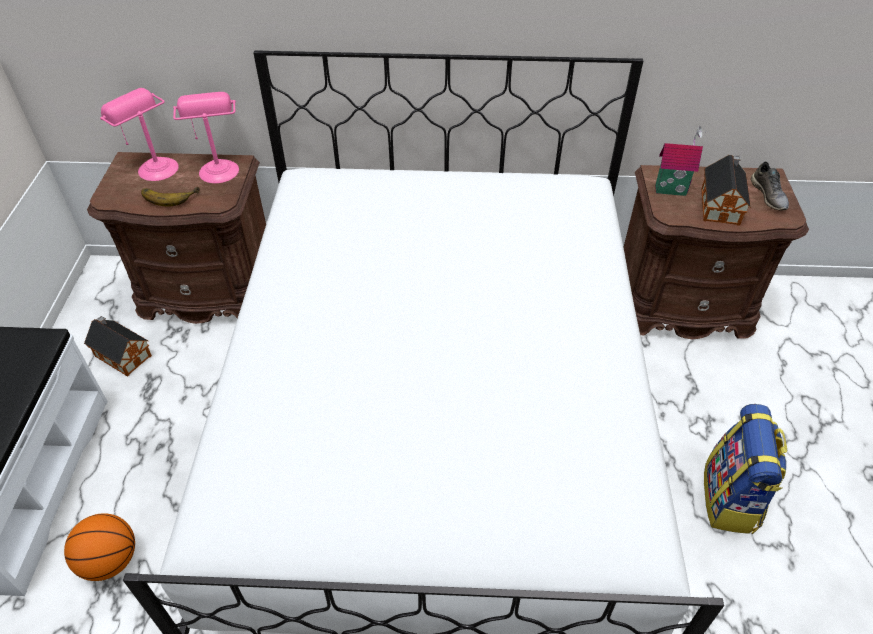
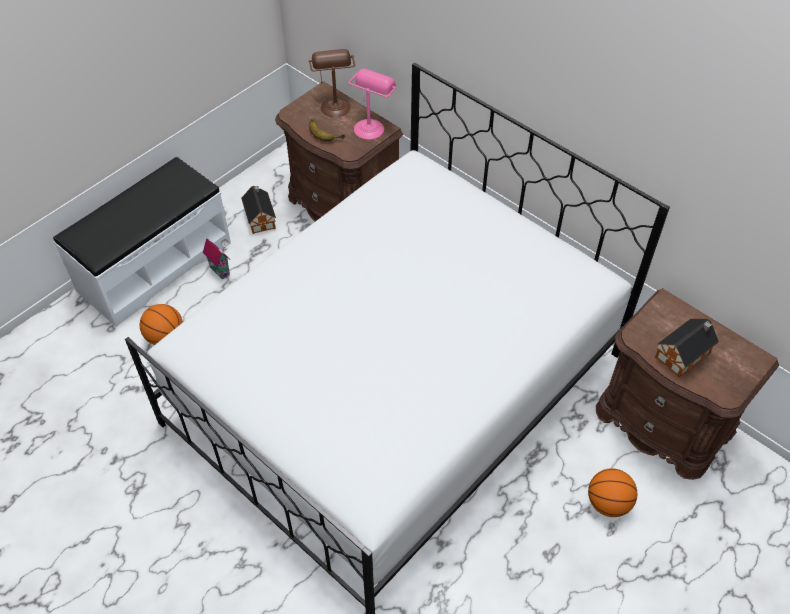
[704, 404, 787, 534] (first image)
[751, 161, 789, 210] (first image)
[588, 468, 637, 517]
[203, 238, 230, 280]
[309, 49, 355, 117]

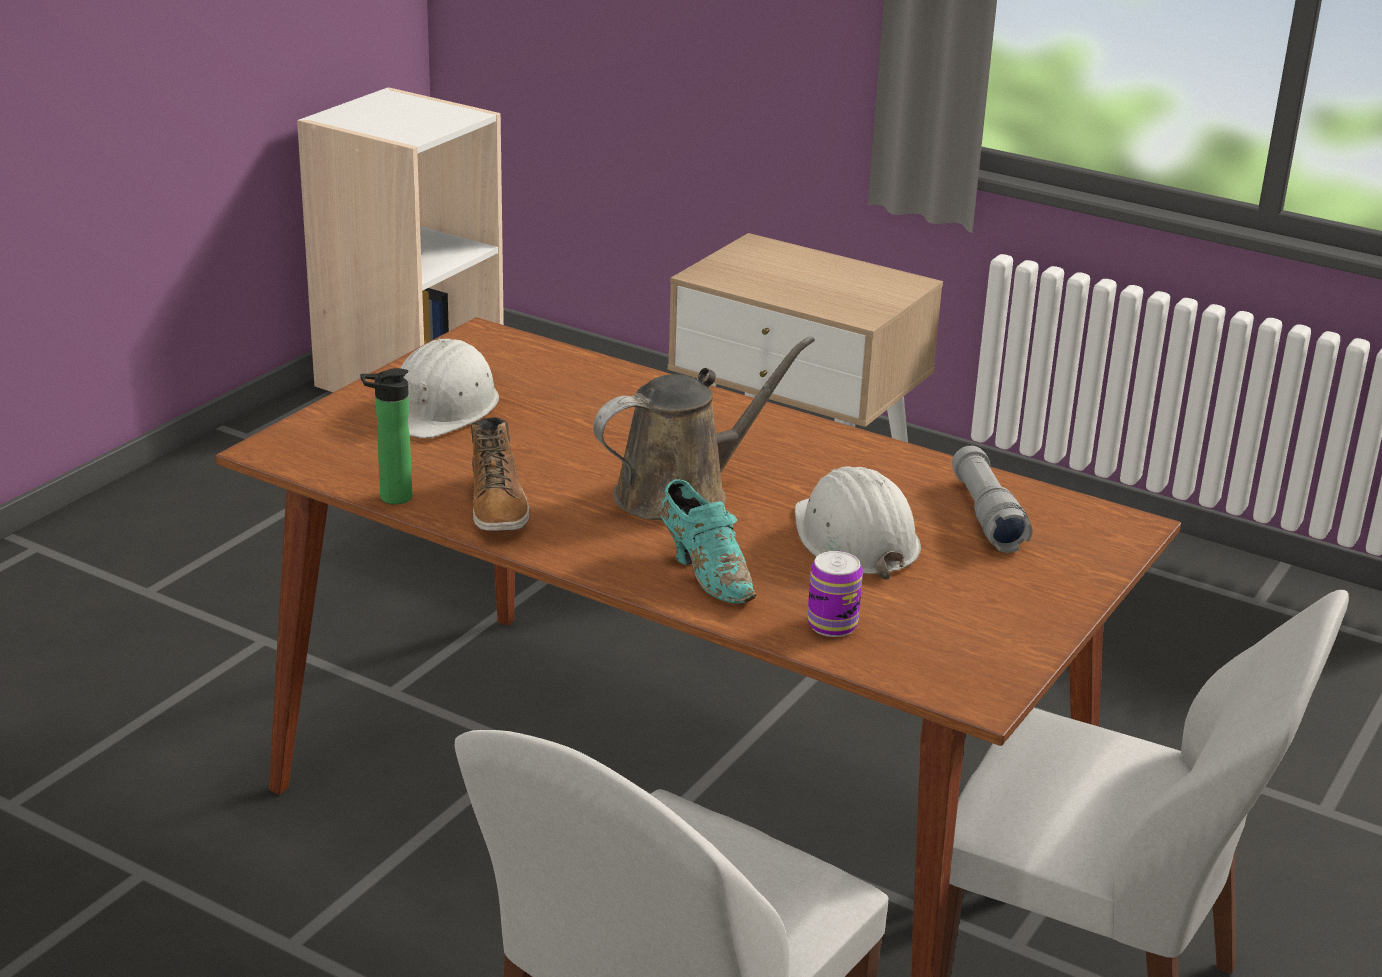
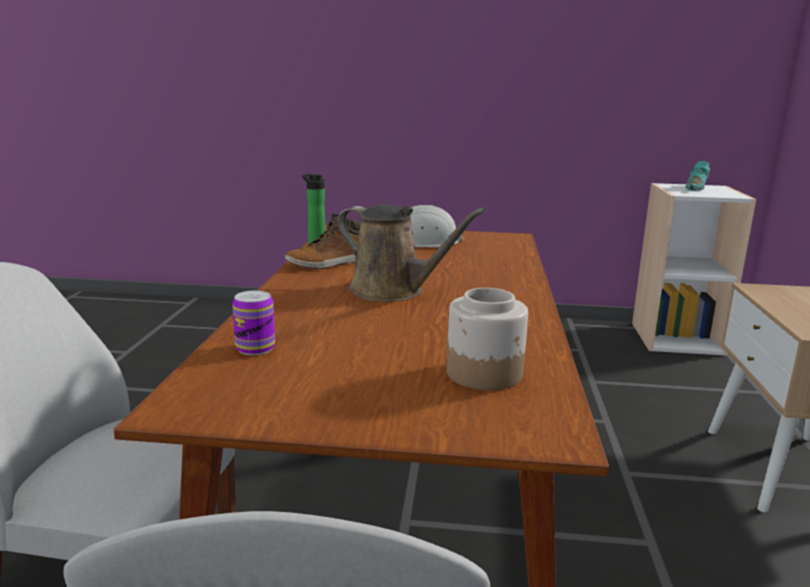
[795, 466, 921, 580] (first image)
[685, 161, 710, 191]
[447, 288, 528, 390]

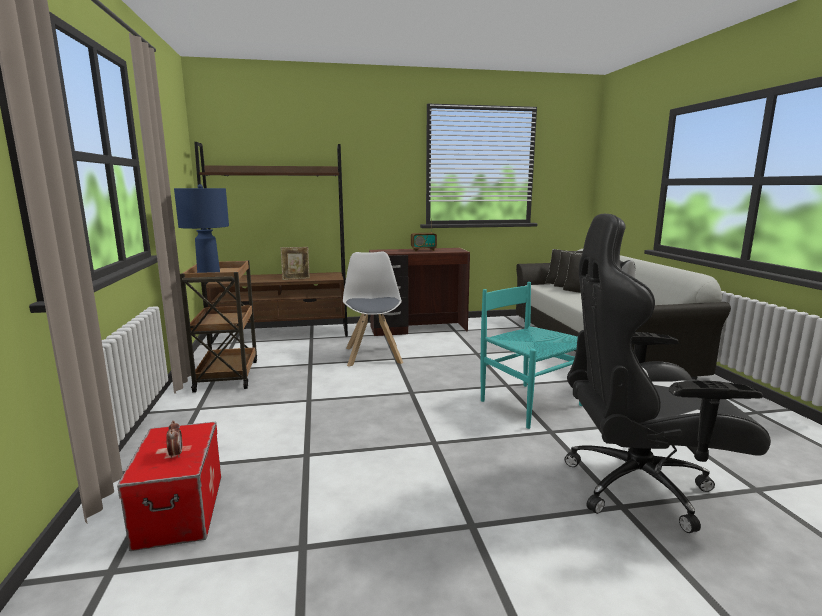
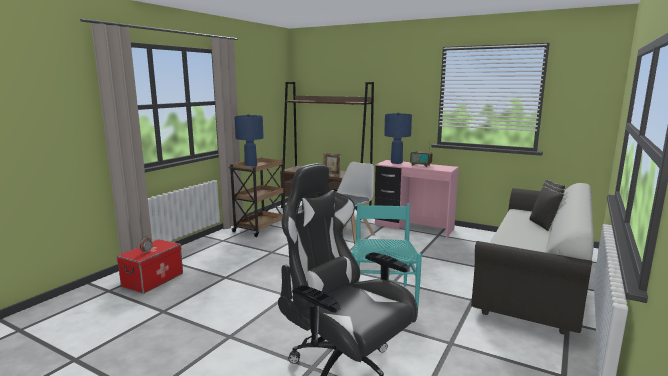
[384, 112, 412, 164]
[375, 160, 459, 238]

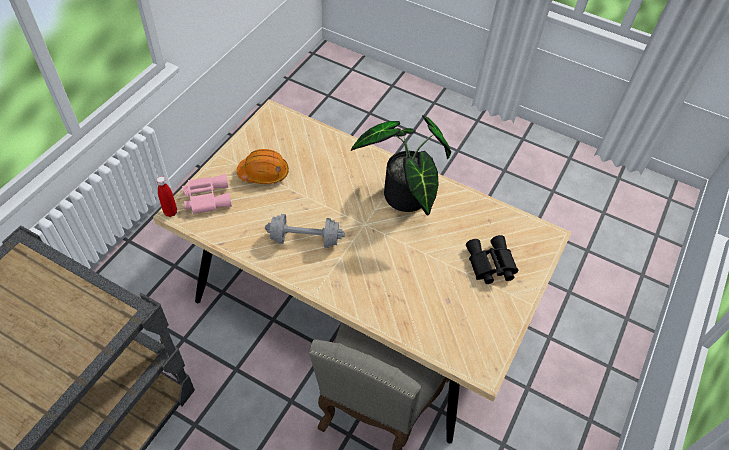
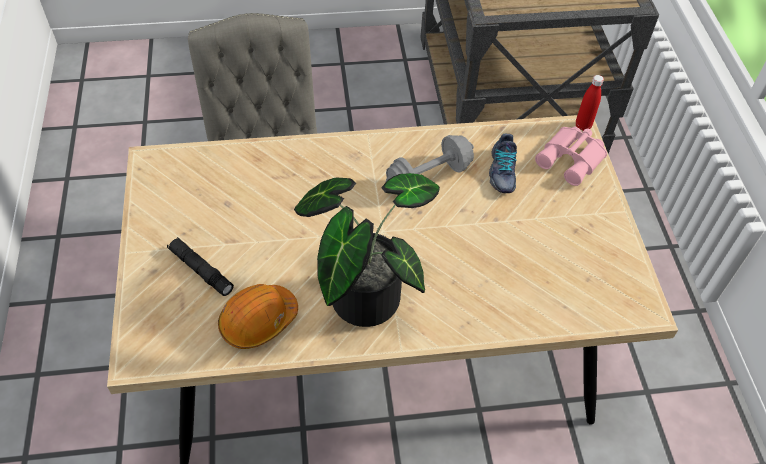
[489, 134, 517, 193]
[218, 284, 298, 349]
[167, 237, 234, 296]

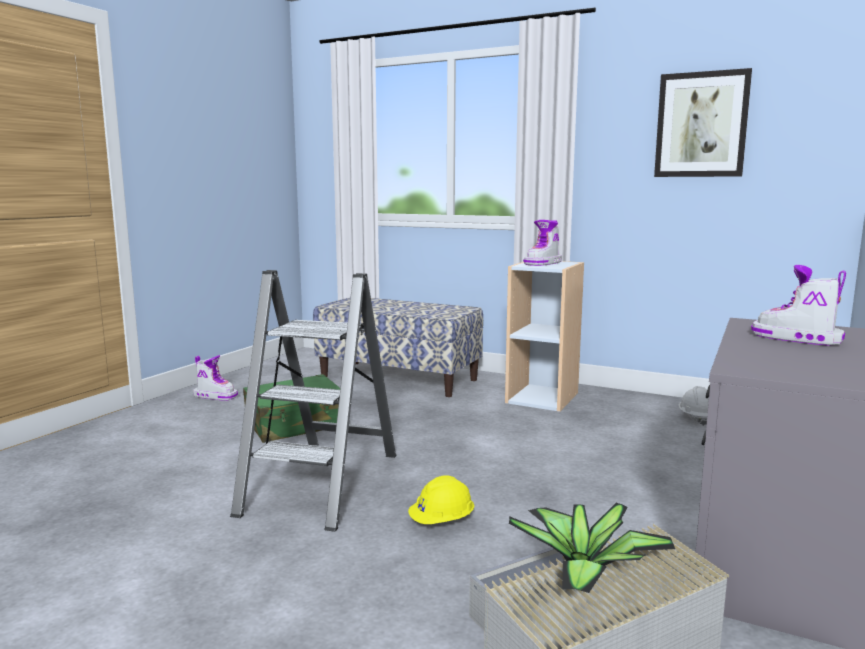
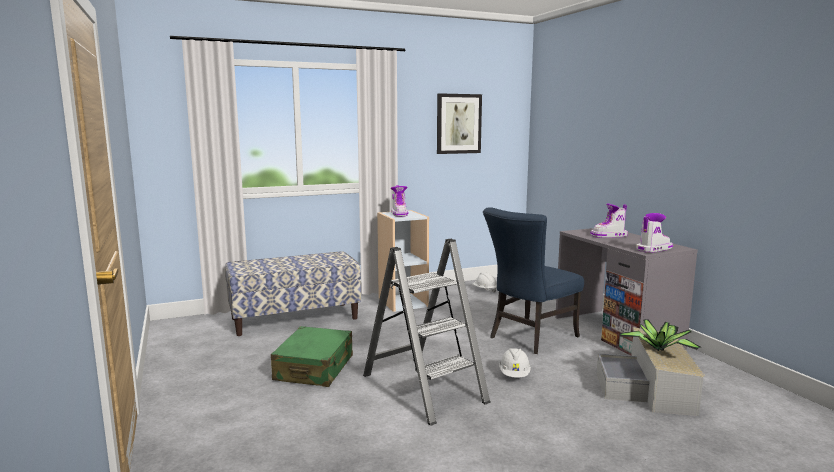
[483, 207, 584, 354]
[636, 213, 673, 253]
[499, 348, 531, 377]

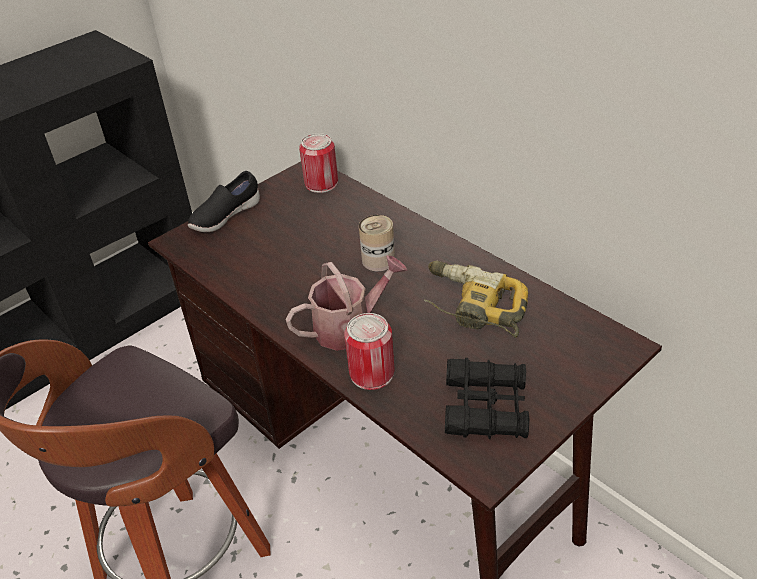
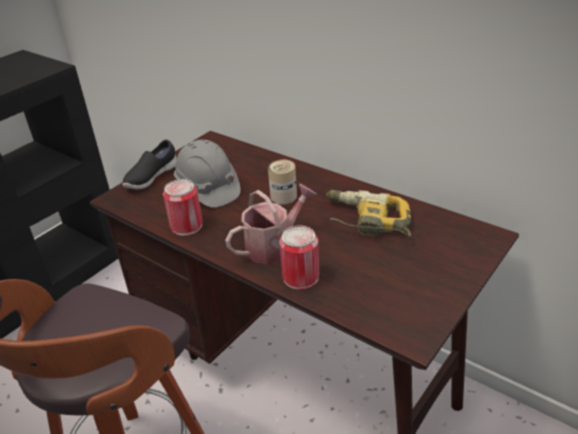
[445, 358, 529, 439] (first image)
[174, 140, 241, 207]
[163, 179, 203, 236]

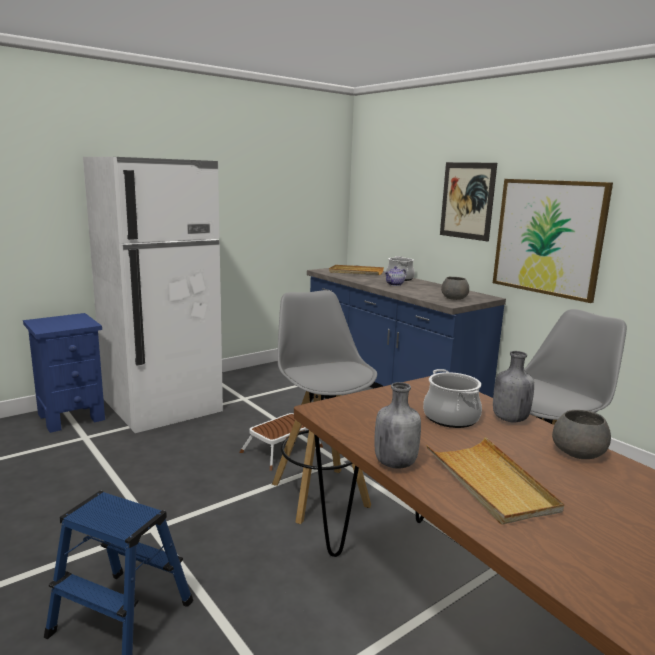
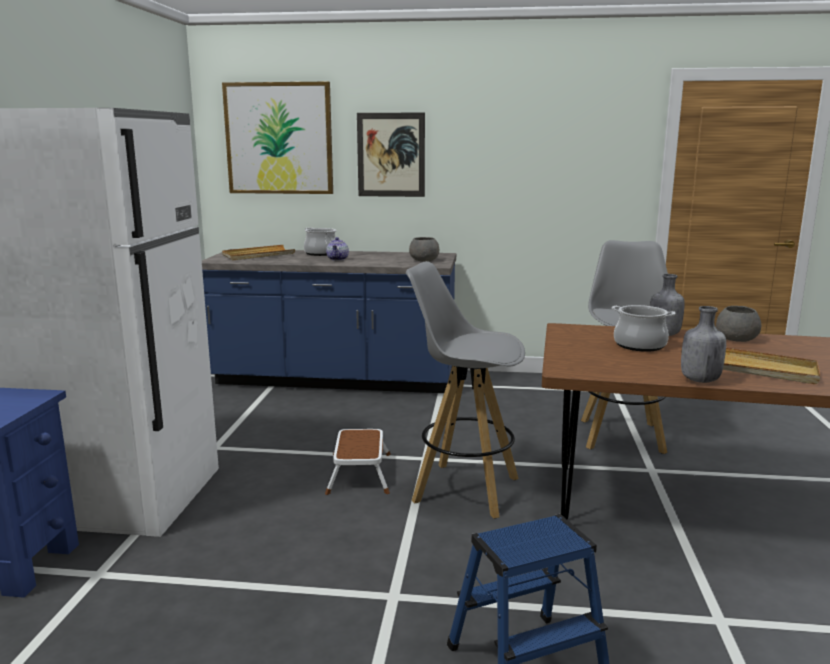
[222, 82, 333, 194]

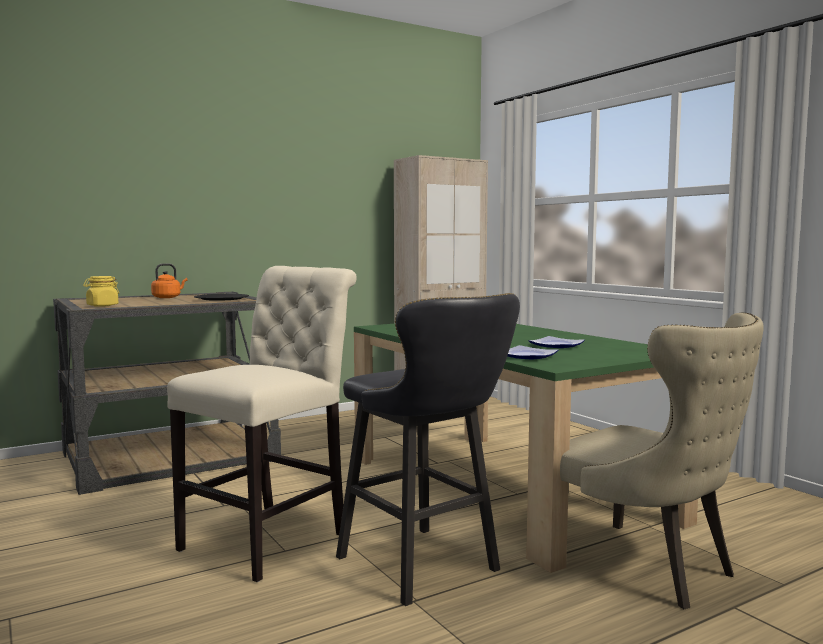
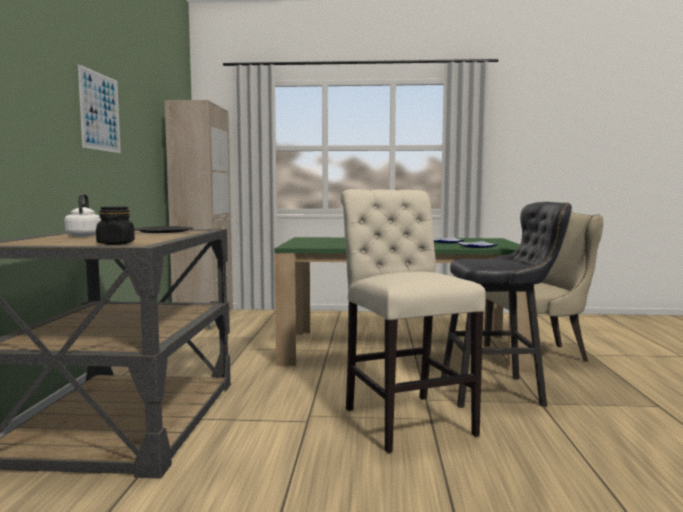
[78, 64, 121, 153]
[96, 206, 135, 245]
[64, 194, 101, 236]

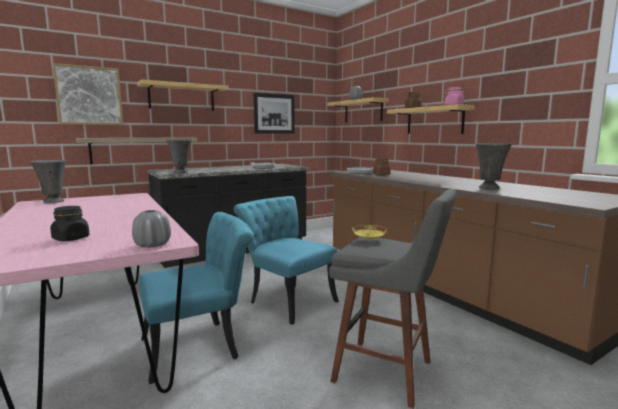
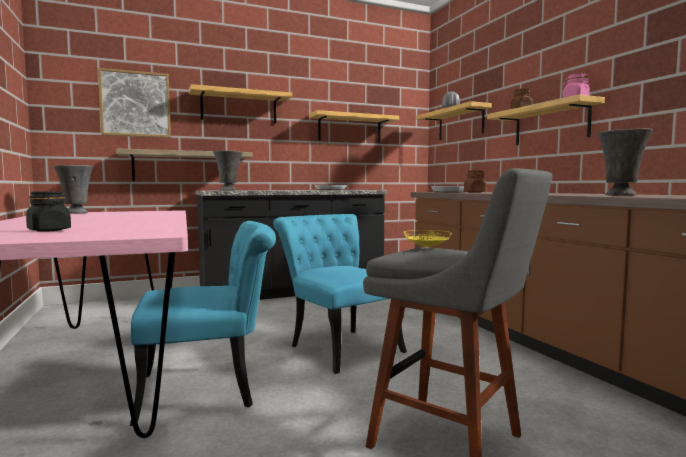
[132, 210, 171, 248] (first image)
[309, 110, 399, 143]

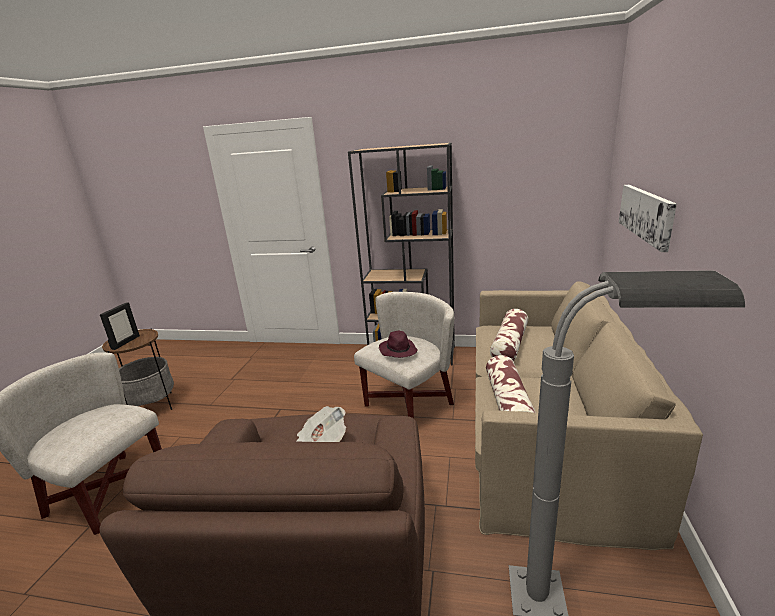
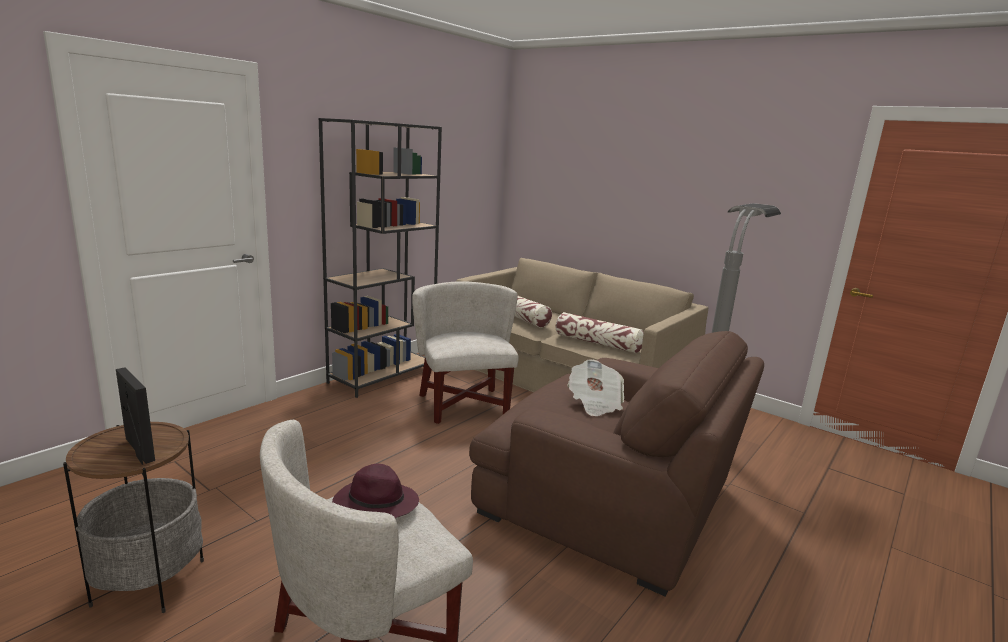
[619, 185, 677, 252] (first image)
[332, 464, 419, 518]

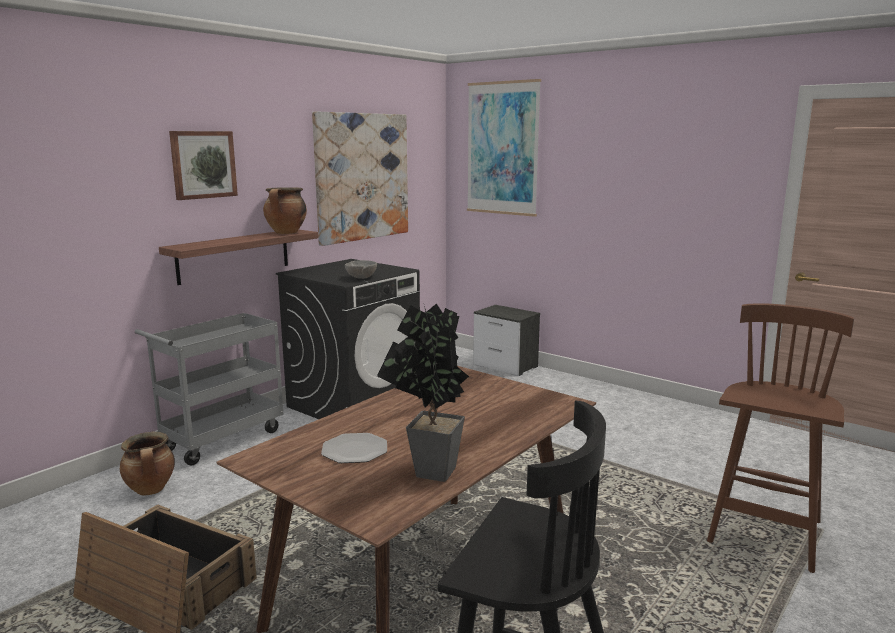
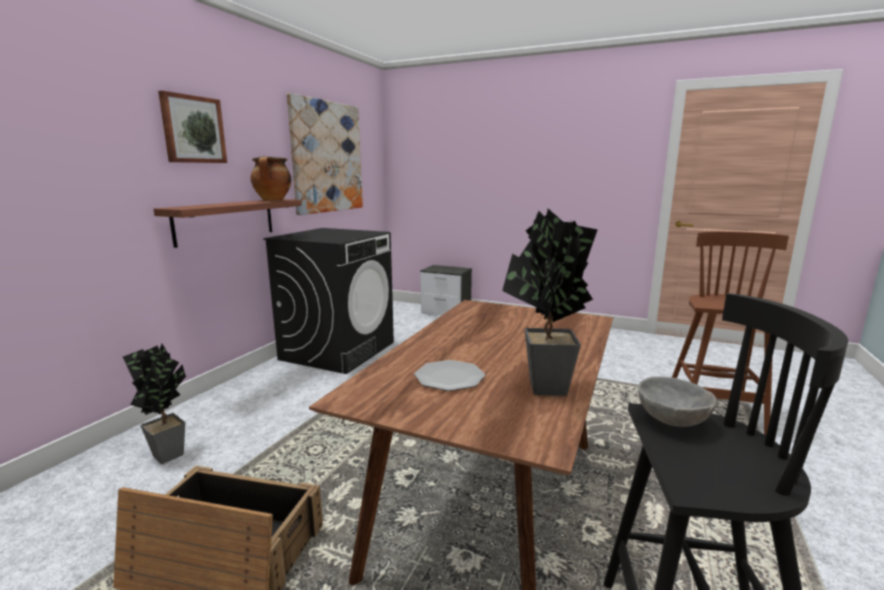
[135, 313, 284, 465] (first image)
[467, 79, 541, 217] (first image)
[638, 376, 717, 427]
[123, 344, 186, 464]

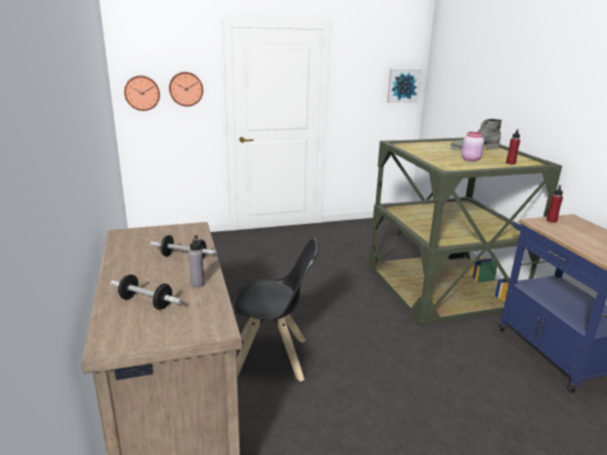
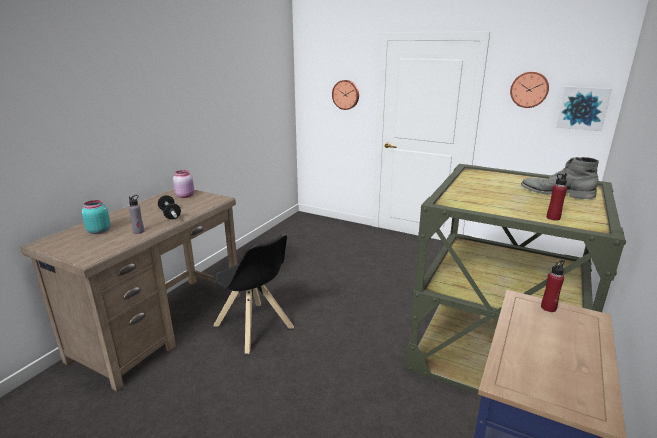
[510, 71, 549, 108]
[173, 170, 194, 198]
[82, 200, 111, 234]

